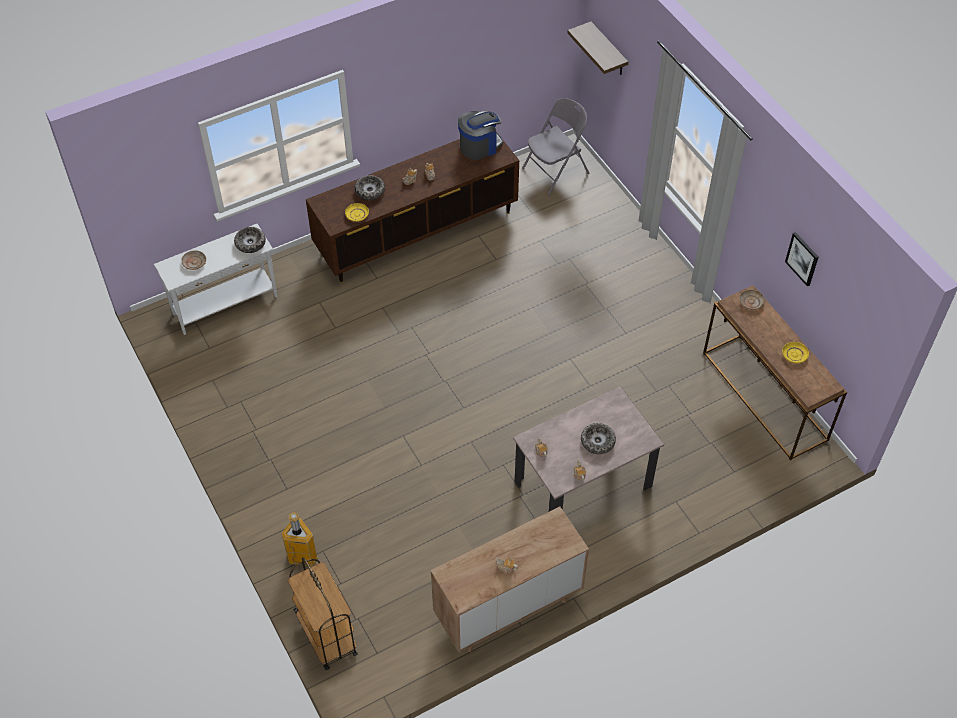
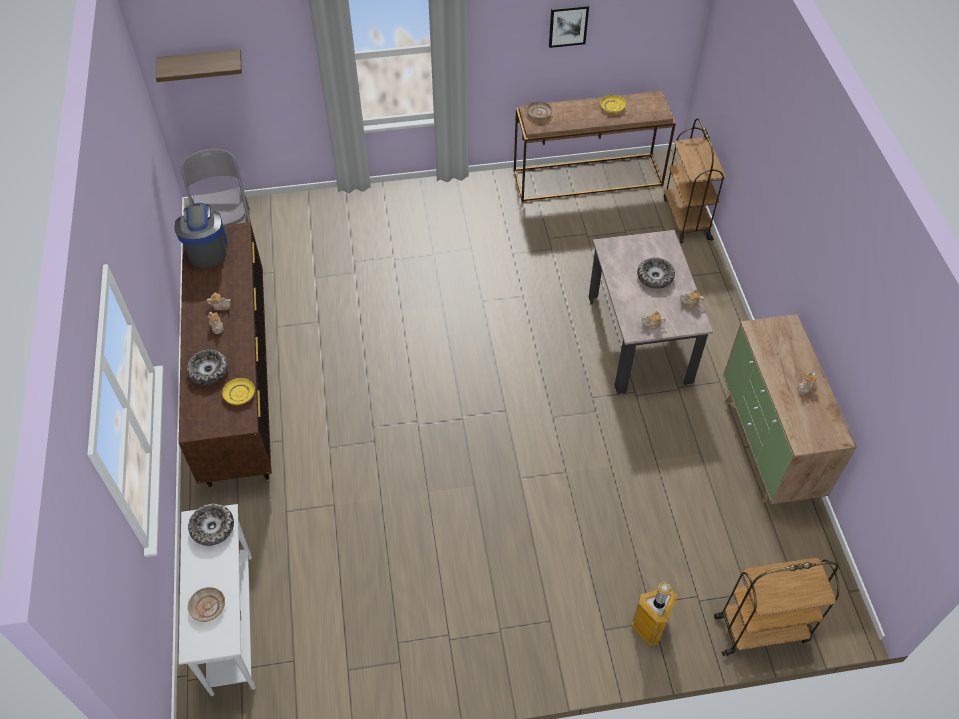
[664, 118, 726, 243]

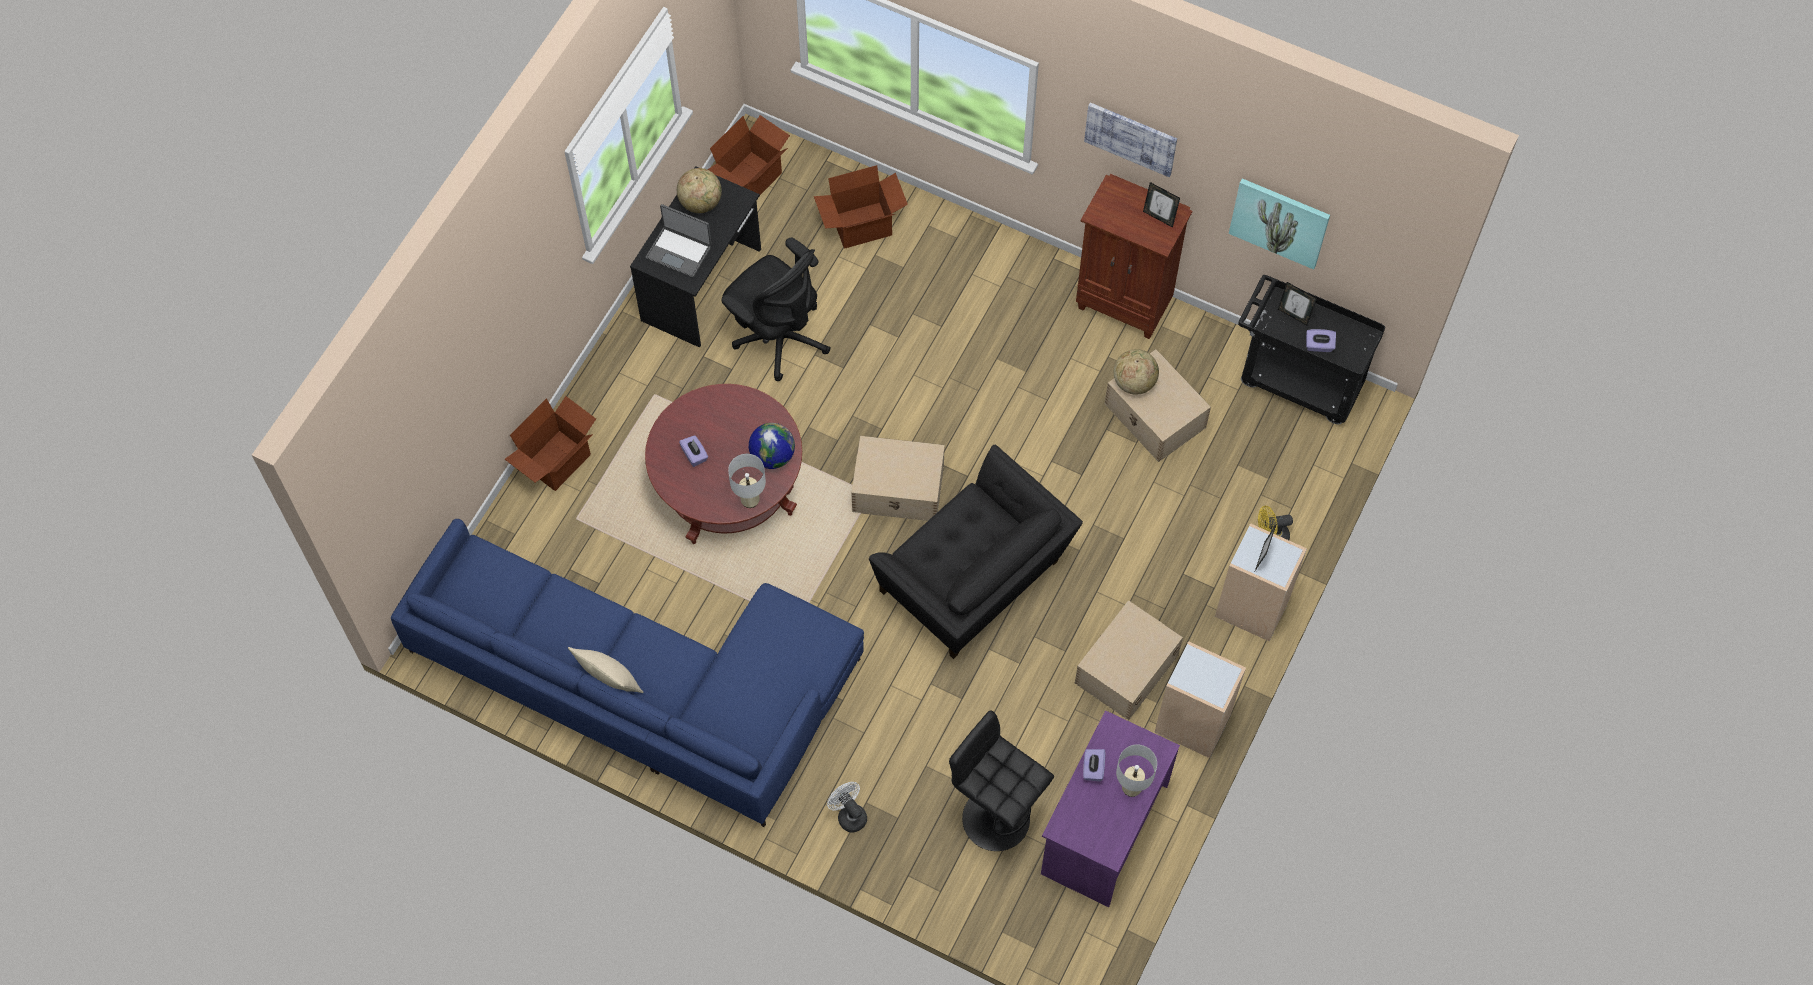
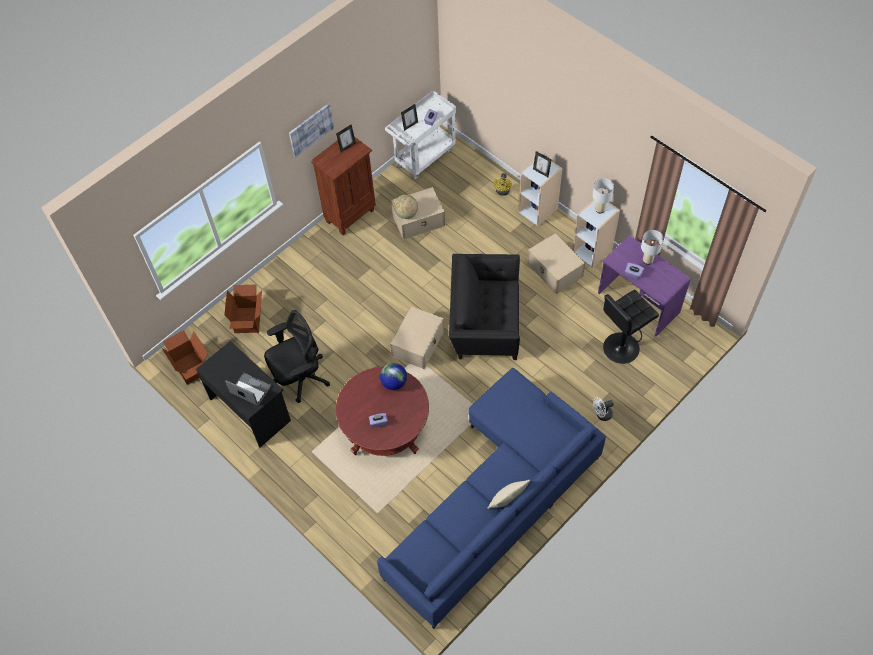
[505, 396, 596, 491] (first image)
[677, 168, 722, 213] (first image)
[1229, 178, 1330, 270] (first image)
[593, 178, 614, 213]
[385, 91, 456, 179]
[225, 373, 271, 405]
[449, 254, 520, 360]

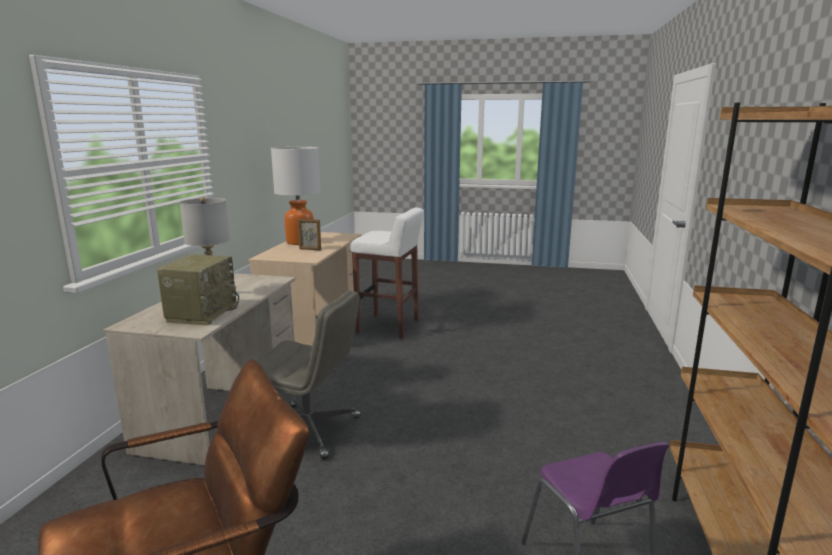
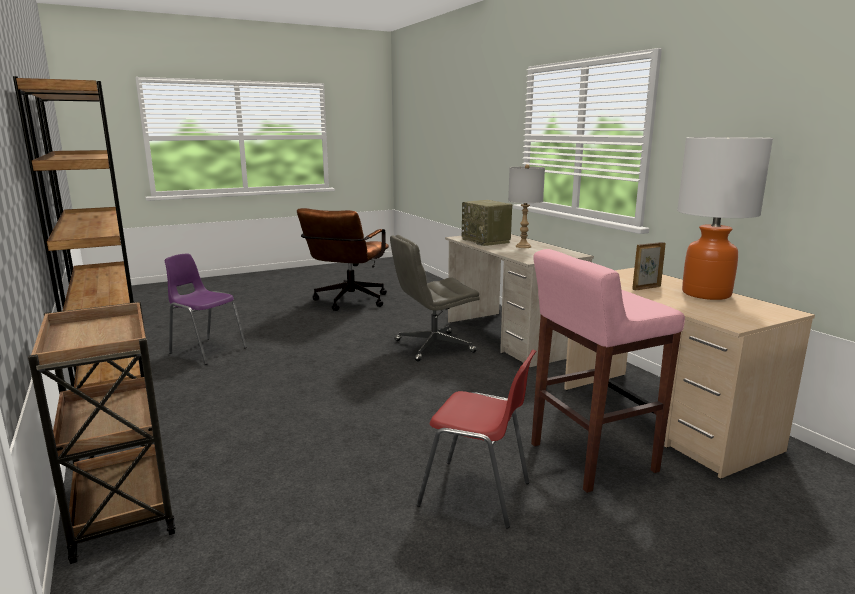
[28, 301, 176, 564]
[416, 350, 537, 529]
[531, 249, 685, 493]

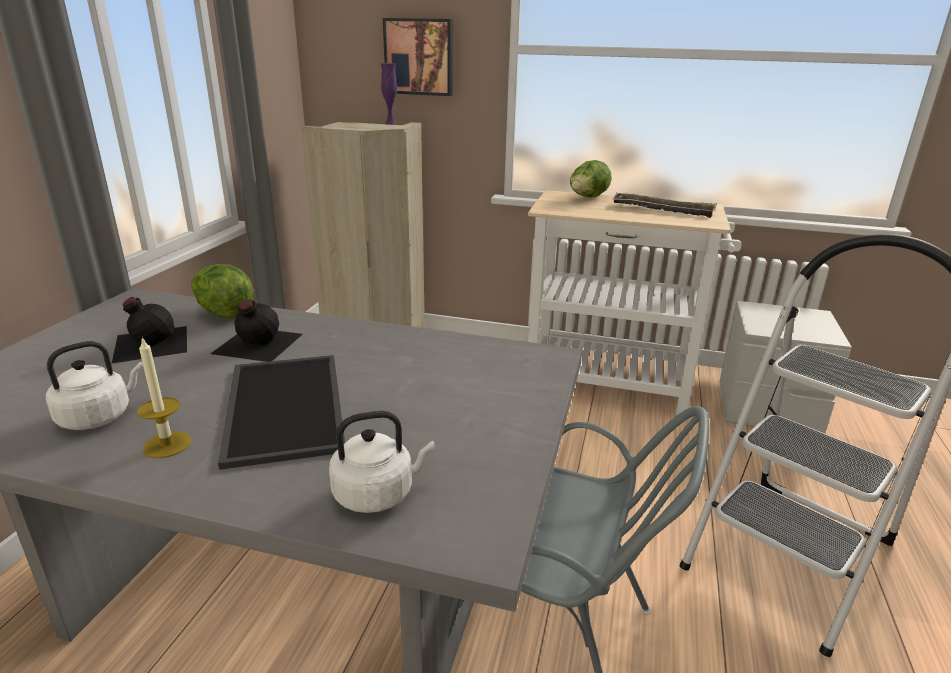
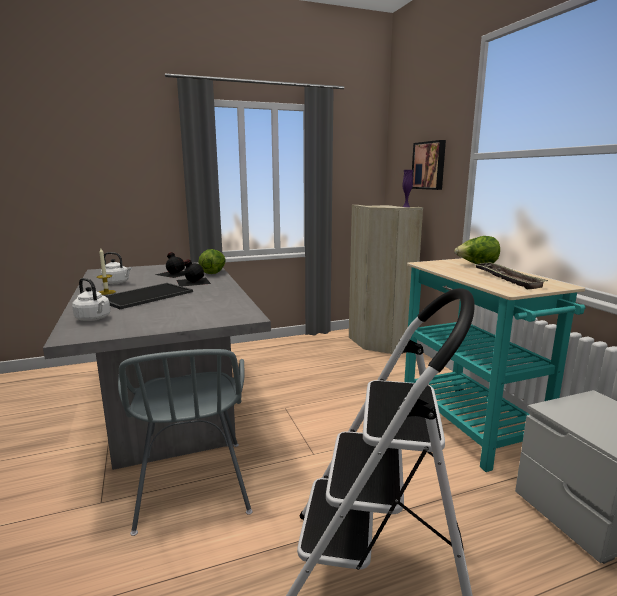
[404, 258, 585, 472]

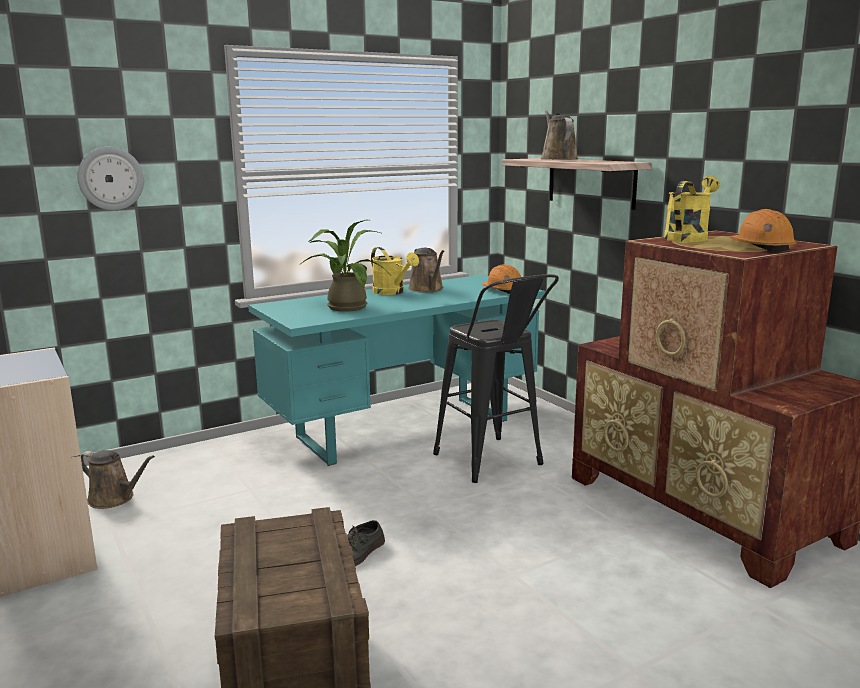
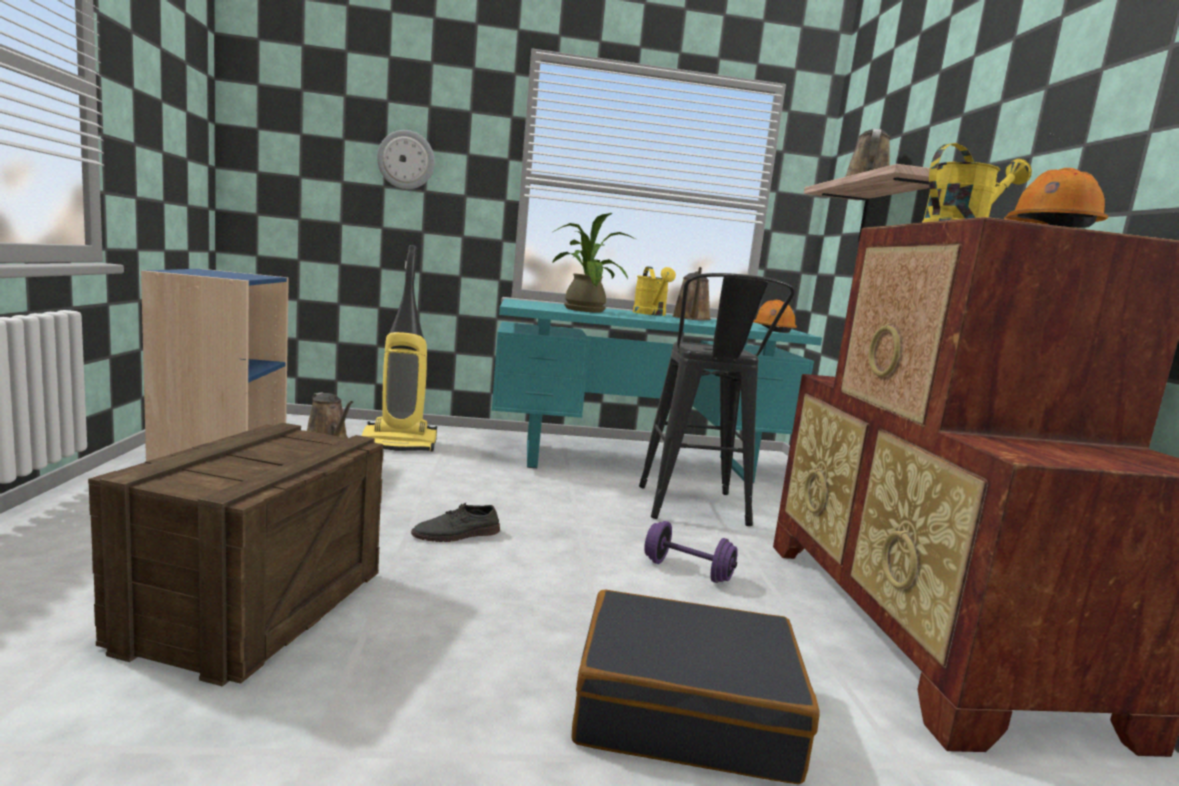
[362, 245, 437, 452]
[572, 590, 820, 785]
[644, 521, 738, 583]

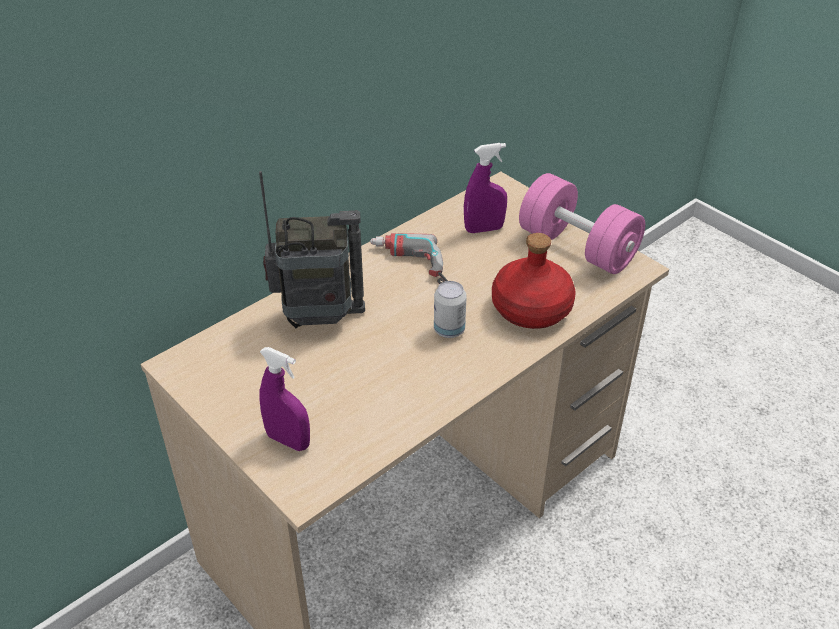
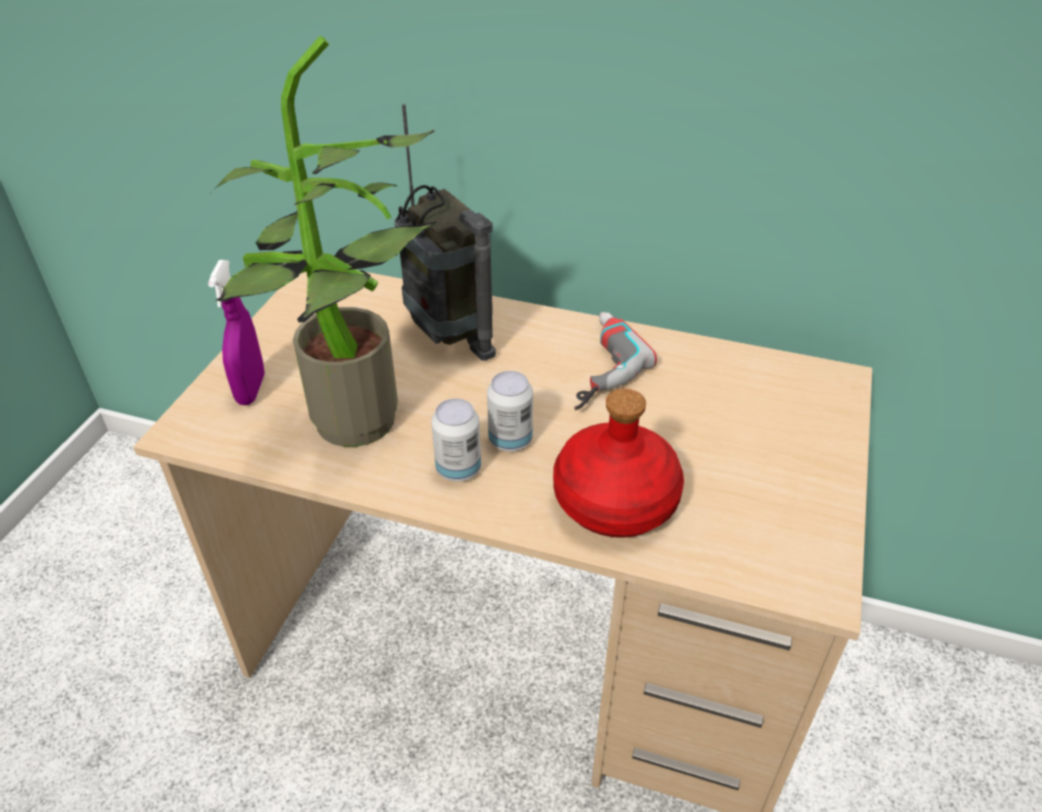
[464, 143, 507, 233] (first image)
[519, 173, 645, 274] (first image)
[212, 36, 437, 447]
[431, 399, 481, 482]

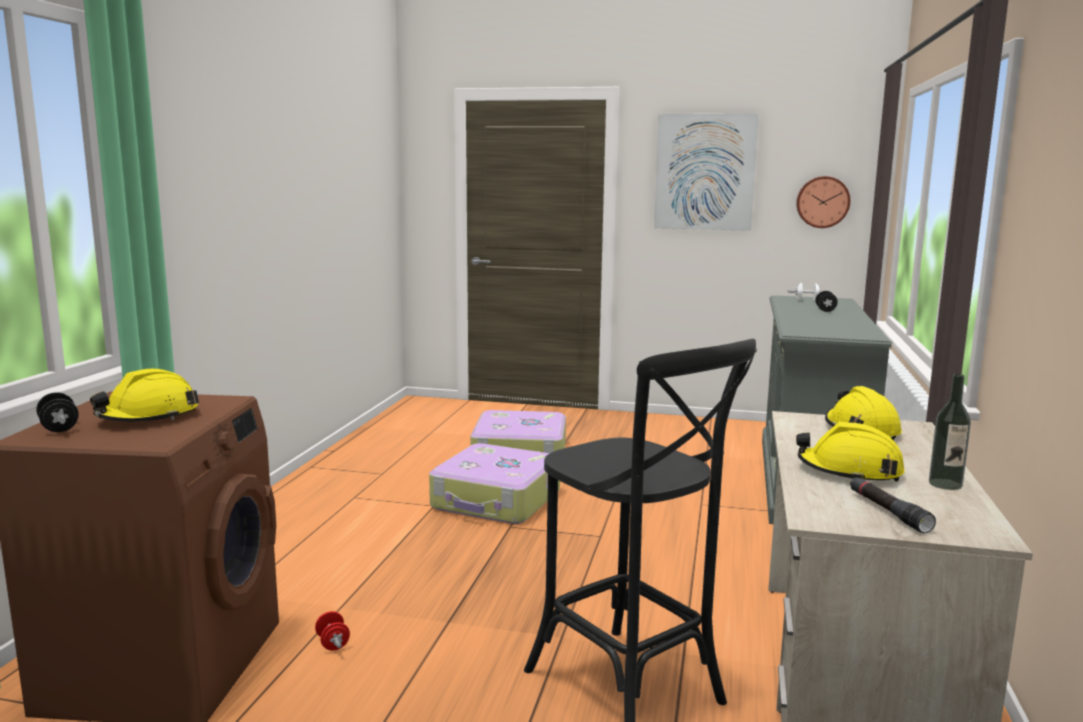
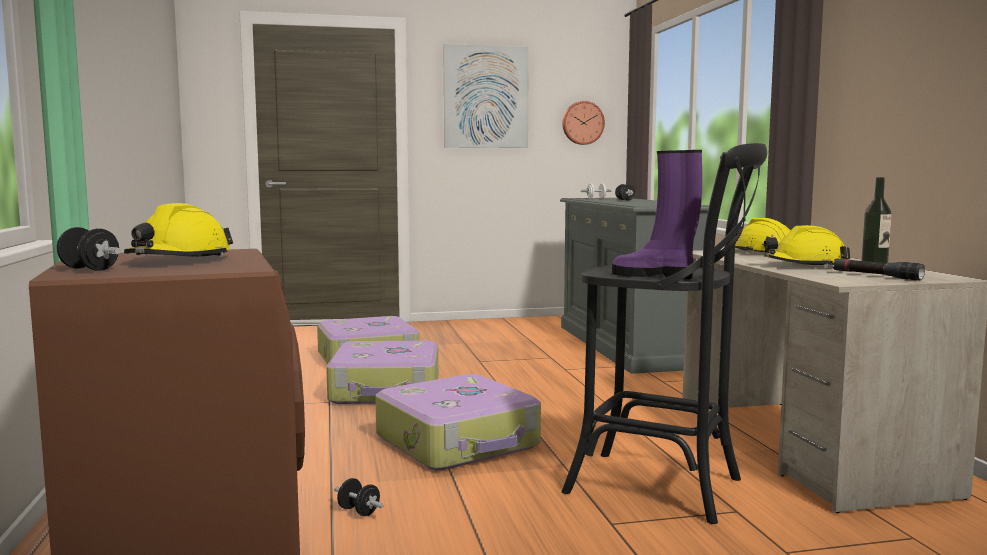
[375, 374, 541, 470]
[612, 150, 702, 279]
[334, 478, 384, 516]

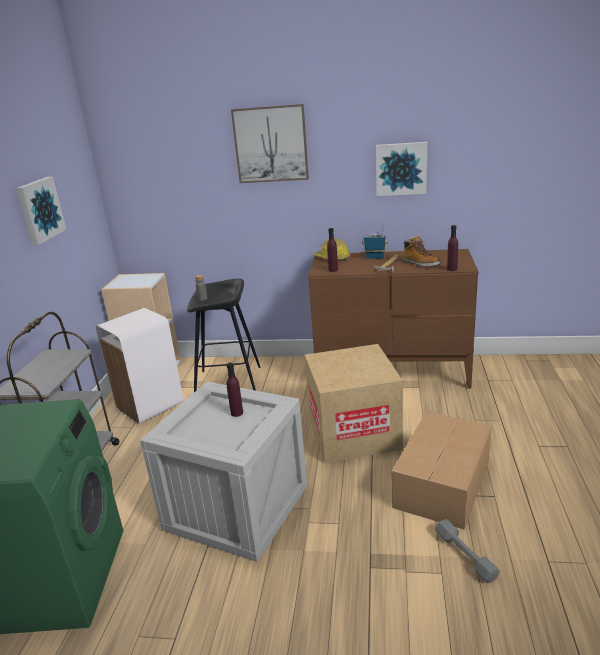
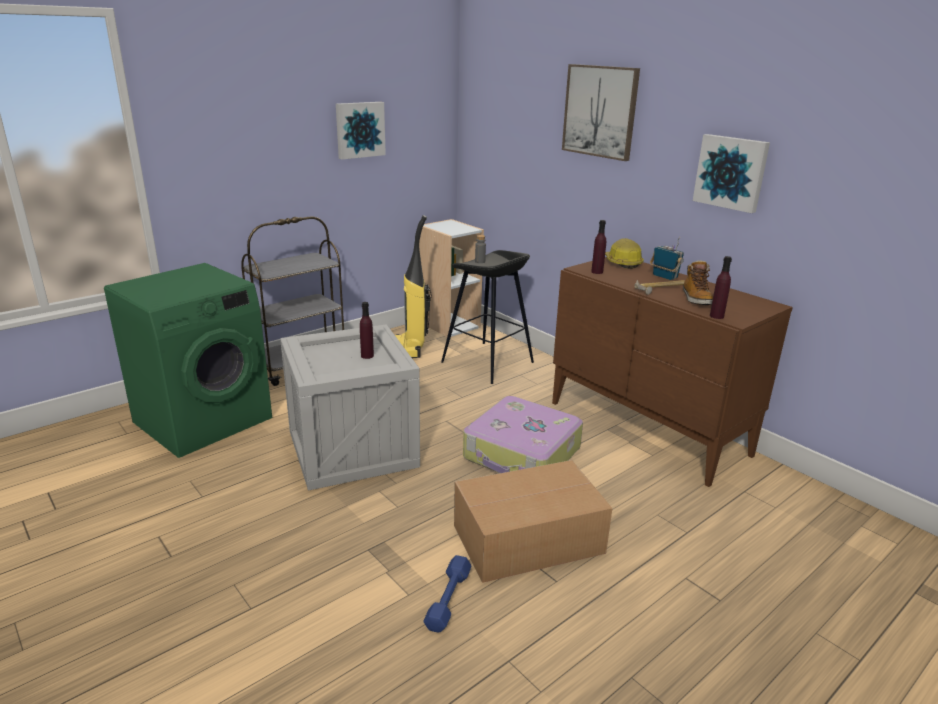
[395, 215, 432, 358]
[463, 396, 583, 473]
[423, 555, 471, 632]

